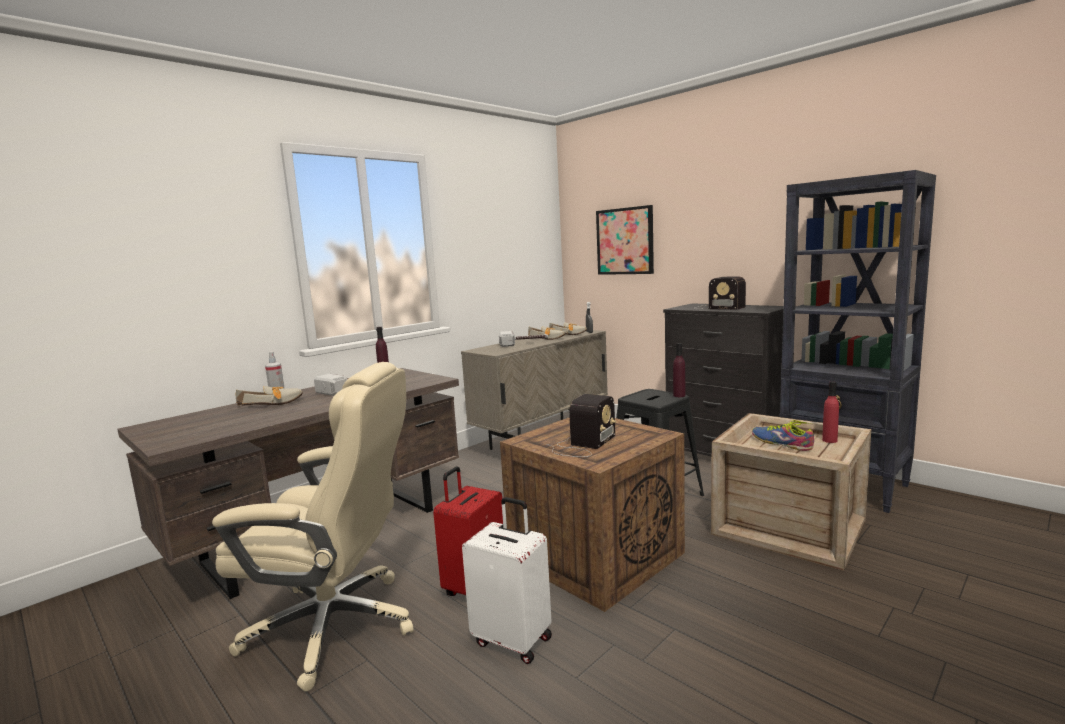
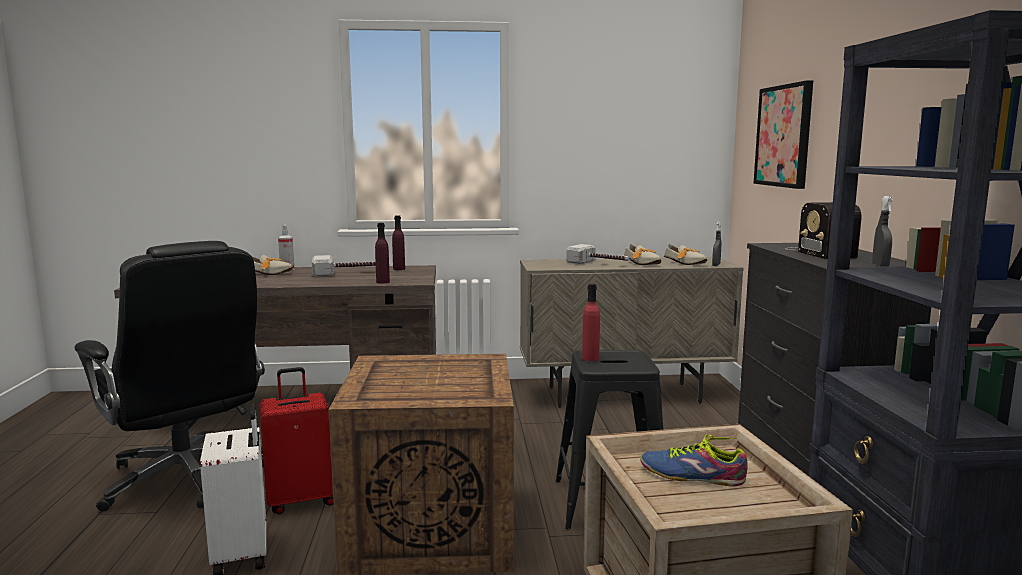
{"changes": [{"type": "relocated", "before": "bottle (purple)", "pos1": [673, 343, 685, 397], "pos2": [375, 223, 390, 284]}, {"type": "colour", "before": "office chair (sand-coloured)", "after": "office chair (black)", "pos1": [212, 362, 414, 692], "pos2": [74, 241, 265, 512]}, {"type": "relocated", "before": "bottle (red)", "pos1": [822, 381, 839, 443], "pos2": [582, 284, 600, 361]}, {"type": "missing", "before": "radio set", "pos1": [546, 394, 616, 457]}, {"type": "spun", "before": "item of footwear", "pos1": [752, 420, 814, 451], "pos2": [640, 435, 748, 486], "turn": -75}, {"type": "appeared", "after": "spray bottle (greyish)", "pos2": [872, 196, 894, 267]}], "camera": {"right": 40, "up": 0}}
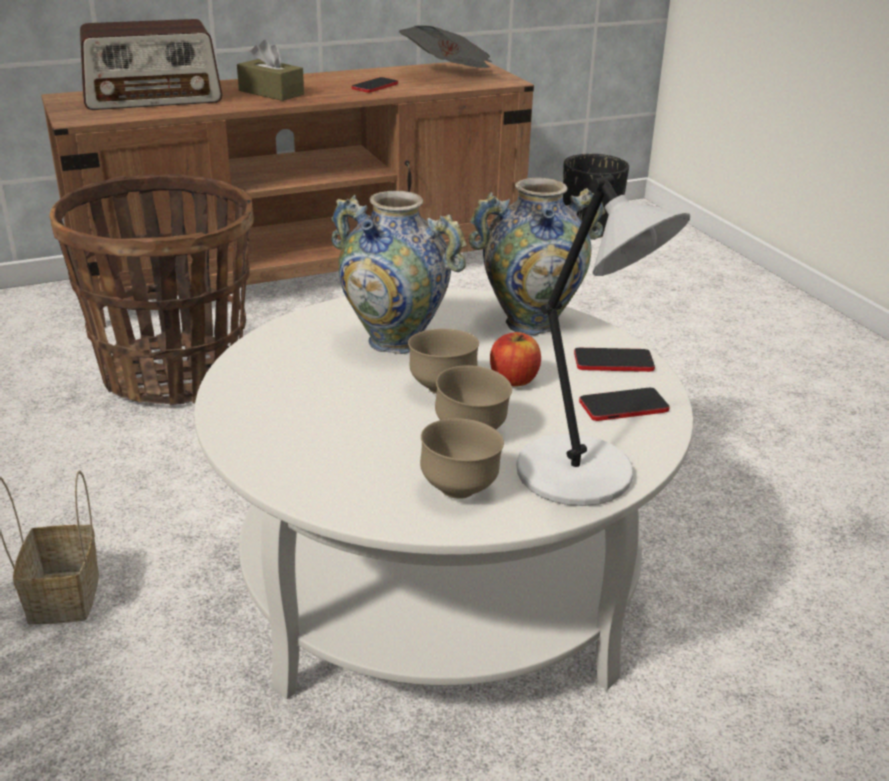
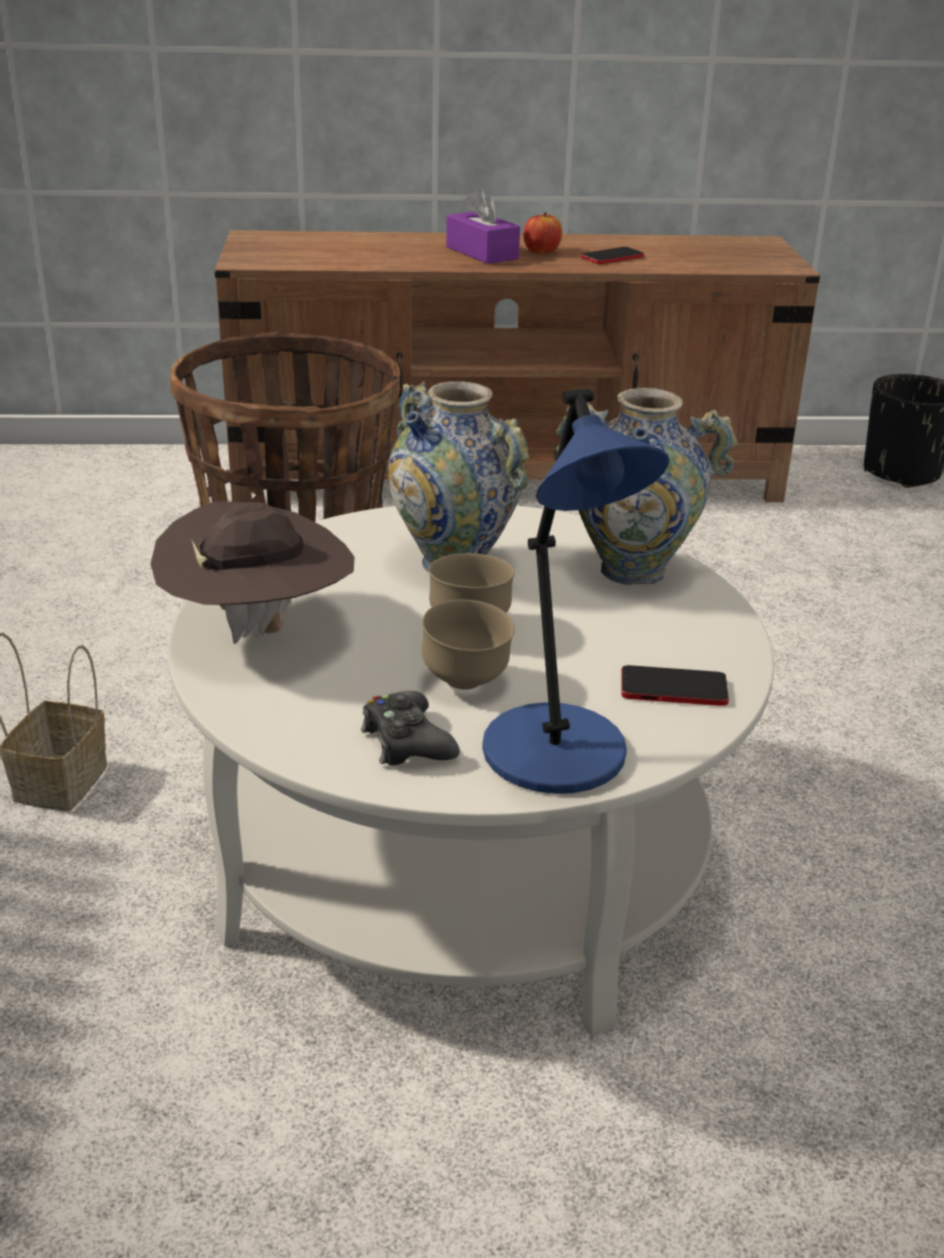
{"changes": [{"type": "missing", "before": "radio set", "pos1": [80, 19, 222, 110]}, {"type": "missing", "before": "newspaper", "pos1": [399, 25, 492, 68]}, {"type": "colour", "before": "tissue box (brown-coloured)", "after": "tissue box (purple)", "pos1": [237, 39, 304, 101], "pos2": [446, 188, 520, 264]}, {"type": "colour", "before": "tabletop lamp (greyish)", "after": "tabletop lamp (bluish)", "pos1": [517, 175, 690, 506], "pos2": [482, 388, 670, 794]}, {"type": "relocated", "before": "apple fruit", "pos1": [490, 332, 541, 386], "pos2": [523, 212, 562, 254]}, {"type": "missing", "before": "handset", "pos1": [574, 348, 655, 372]}, {"type": "exchanged", "before": "deep dish (brown-coloured)", "after": "joypad (black)", "pos1": [420, 418, 504, 499], "pos2": [361, 691, 460, 766]}, {"type": "appeared", "after": "hat (brown-coloured)", "pos2": [151, 501, 354, 644]}], "camera": {"right": 20, "up": 0}}
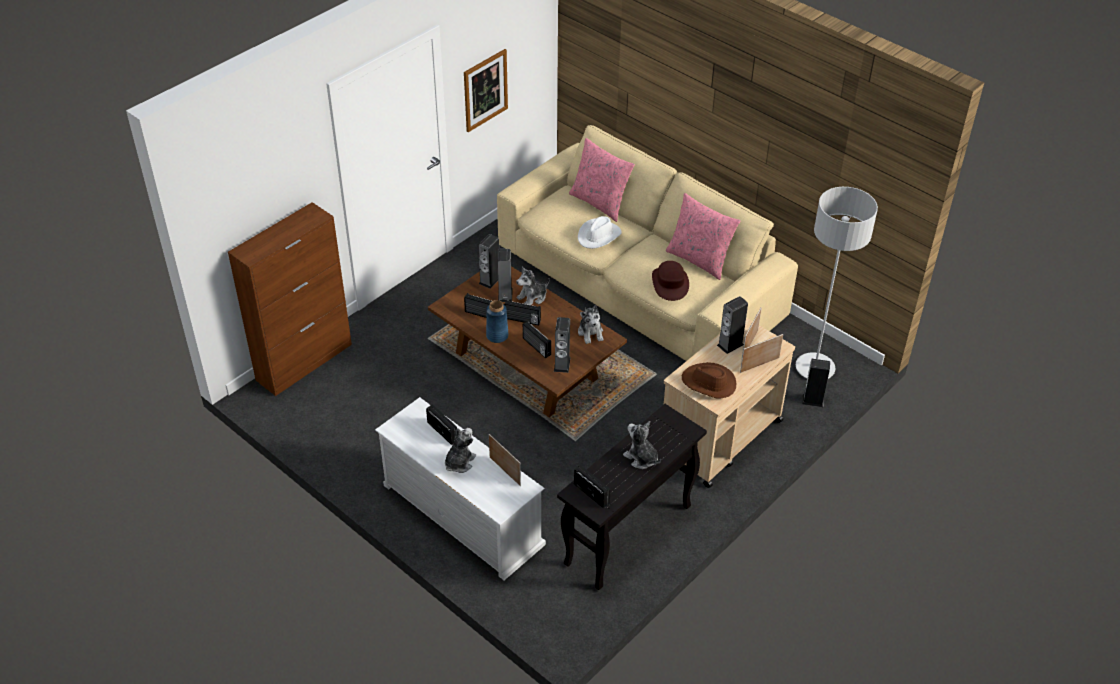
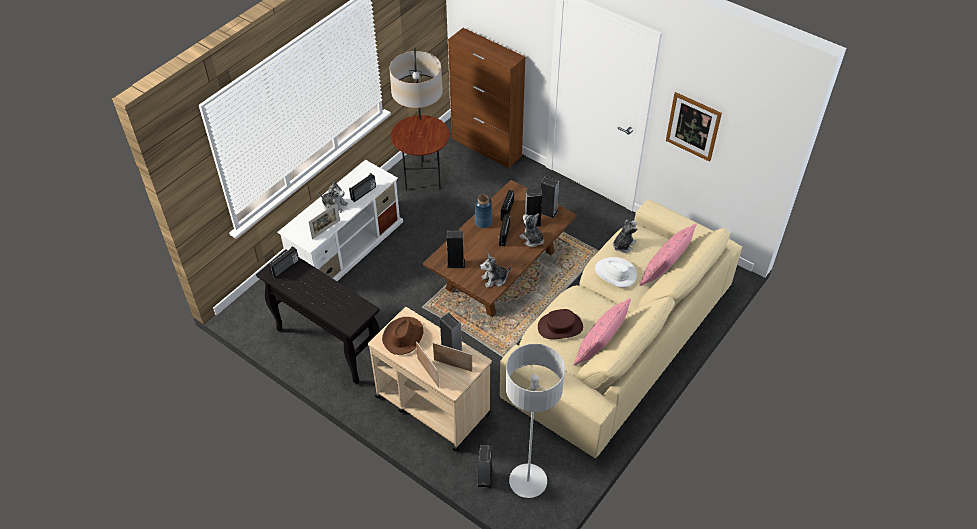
{"changes": [{"type": "missing", "before": "radio set", "pos1": [523, 321, 551, 358]}, {"type": "relocated", "before": "soft toy", "pos1": [623, 421, 661, 469], "pos2": [613, 220, 638, 253]}, {"type": "appeared", "after": "standing lamp", "pos2": [390, 48, 450, 191]}], "camera": {"right": 85, "up": 5}}
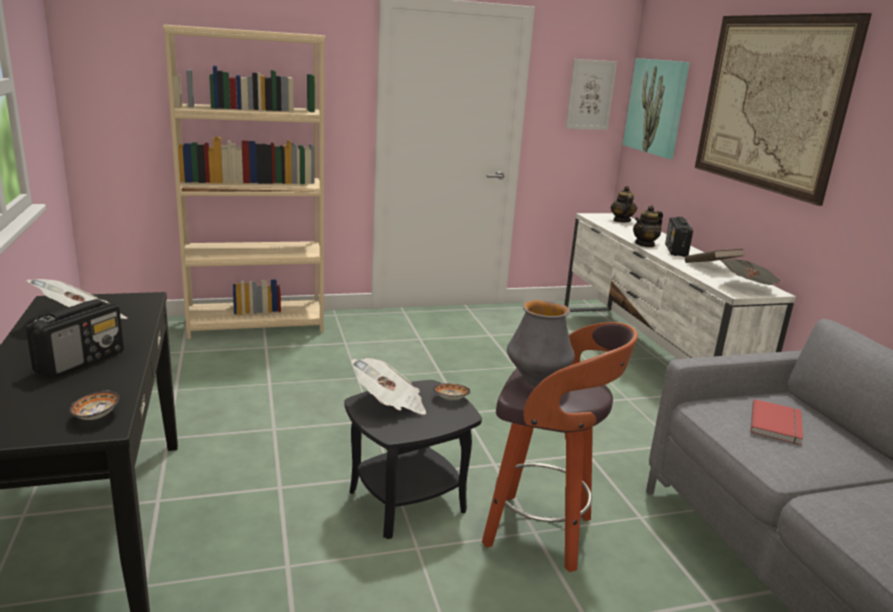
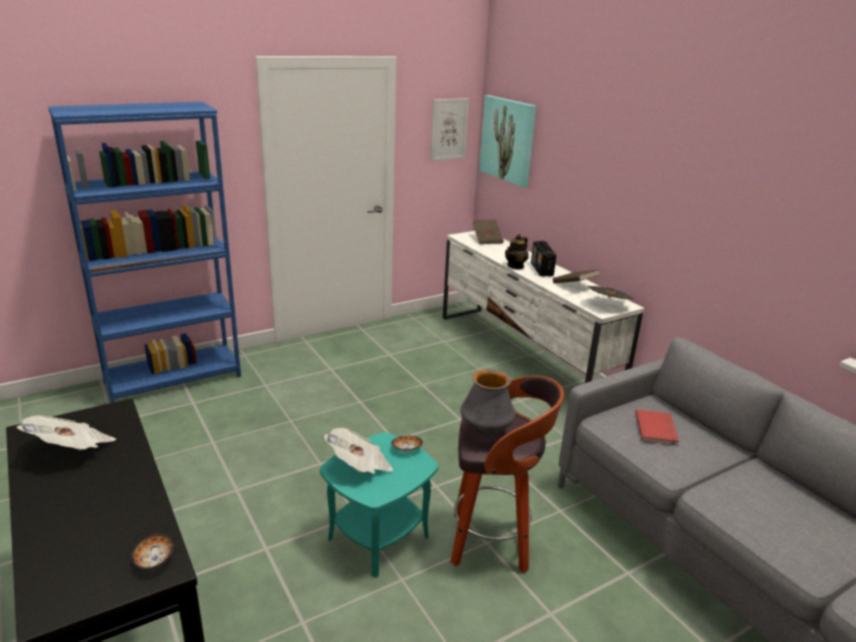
{"changes": [{"type": "missing", "before": "wall art", "pos1": [695, 13, 872, 206]}, {"type": "colour", "before": "shelving unit (sand-coloured)", "after": "shelving unit (bluish)", "pos1": [163, 25, 325, 339], "pos2": [48, 102, 241, 403]}, {"type": "exchanged", "before": "teapot", "after": "book (brown-coloured)", "pos1": [611, 186, 637, 223], "pos2": [472, 219, 504, 244]}, {"type": "missing", "before": "radio set", "pos1": [26, 299, 124, 379]}, {"type": "colour", "before": "side table (black)", "after": "side table (turquoise-coloured)", "pos1": [344, 380, 482, 539], "pos2": [320, 432, 438, 577]}], "camera": {"right": -15, "up": 5}}
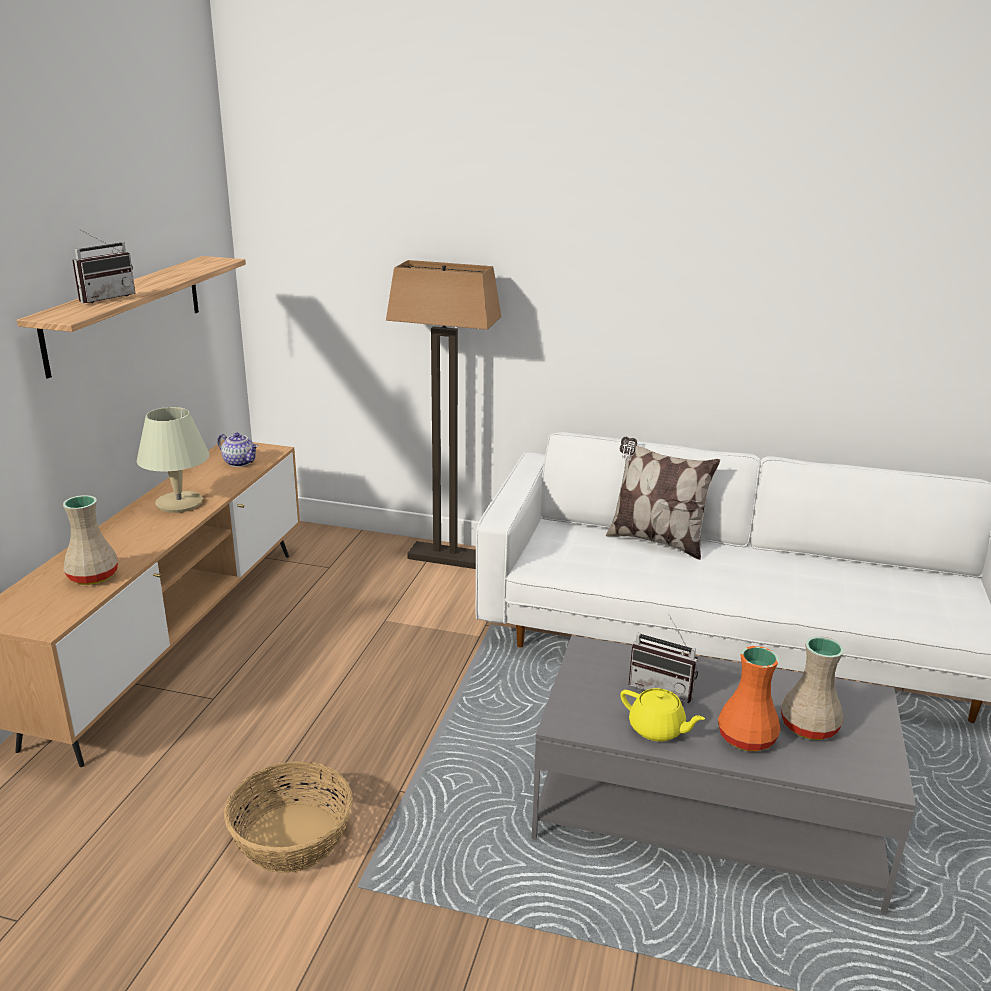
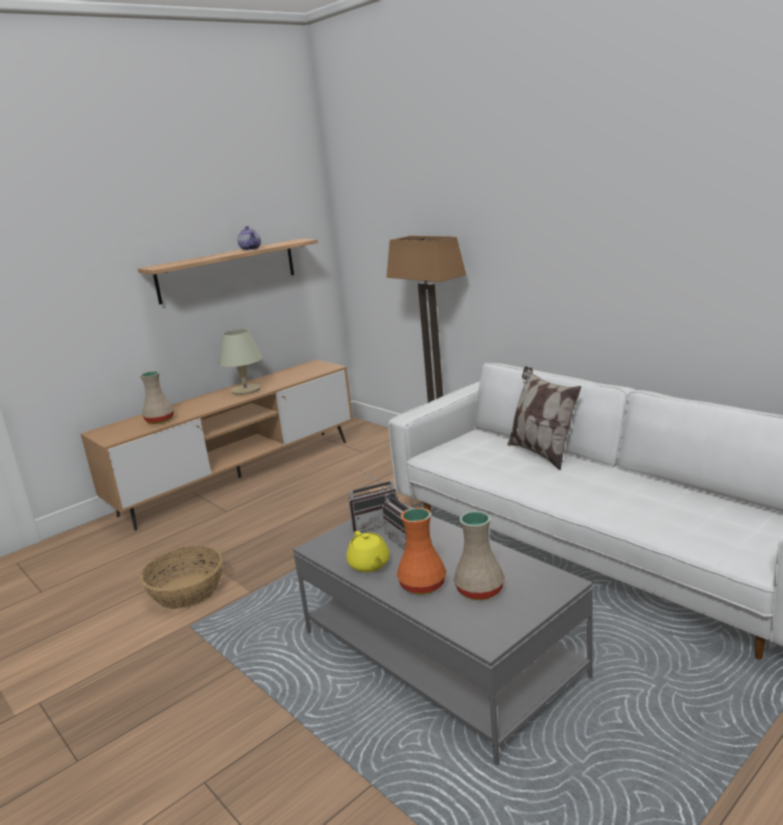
{"changes": [{"type": "relocated", "before": "radio set", "pos1": [73, 229, 135, 303], "pos2": [348, 469, 398, 532]}, {"type": "relocated", "before": "teapot", "pos1": [217, 433, 258, 467], "pos2": [237, 226, 261, 250]}], "camera": {"right": 35, "up": -5}}
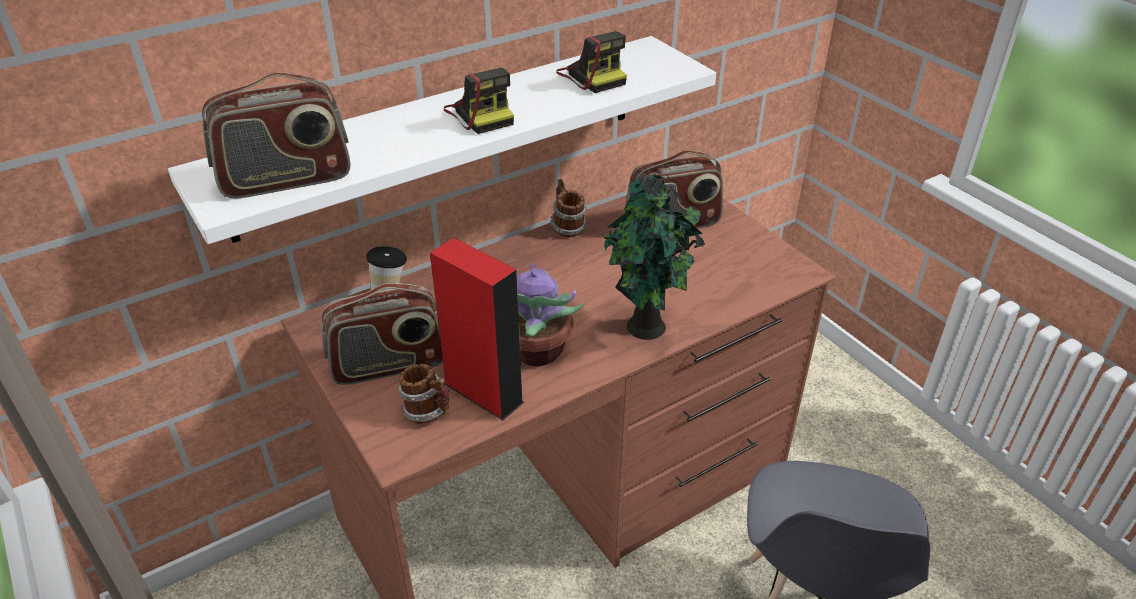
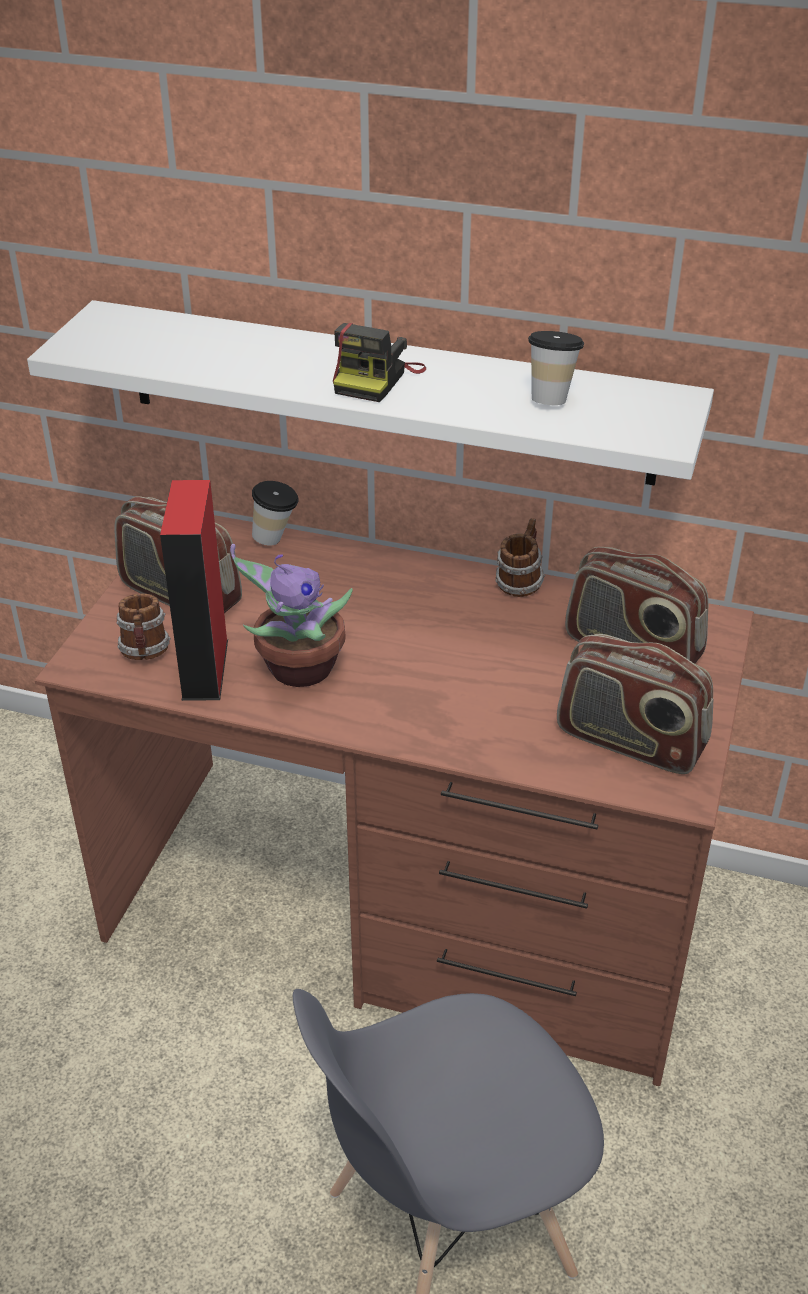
{"changes": [{"type": "exchanged", "before": "photo camera", "after": "drinking cup", "pos1": [556, 31, 627, 93], "pos2": [528, 331, 584, 405]}, {"type": "relocated", "before": "radio set", "pos1": [202, 72, 350, 198], "pos2": [557, 634, 713, 774]}, {"type": "missing", "before": "houseplant", "pos1": [603, 173, 705, 340]}], "camera": {"right": 50, "up": 0}}
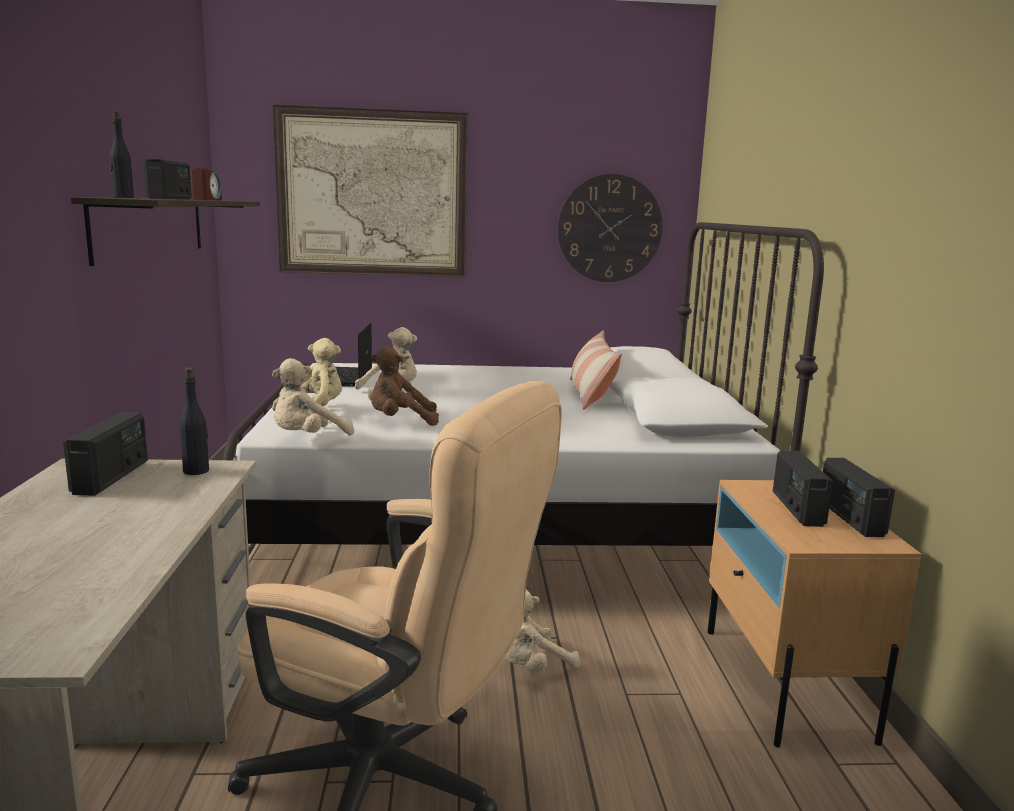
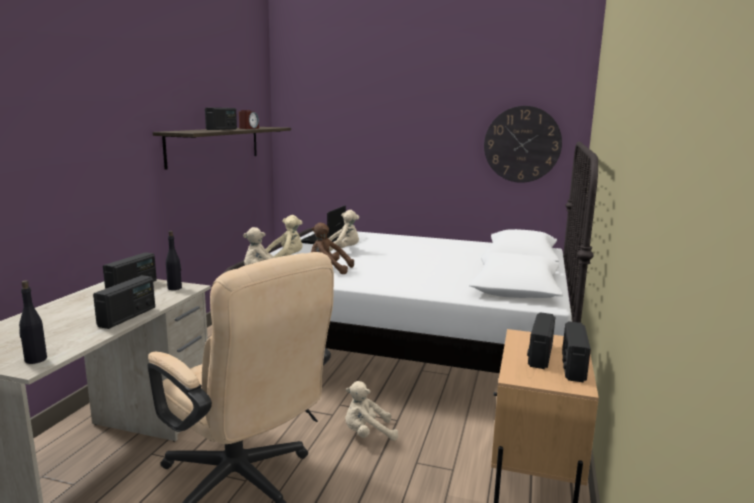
{"changes": [{"type": "missing", "before": "wall art", "pos1": [273, 105, 469, 277]}, {"type": "relocated", "before": "bottle (black)", "pos1": [109, 111, 134, 198], "pos2": [19, 281, 47, 364]}, {"type": "missing", "before": "pillow", "pos1": [570, 331, 622, 410]}, {"type": "appeared", "after": "radio set", "pos2": [93, 275, 155, 329]}], "camera": {"right": 20, "up": 0}}
